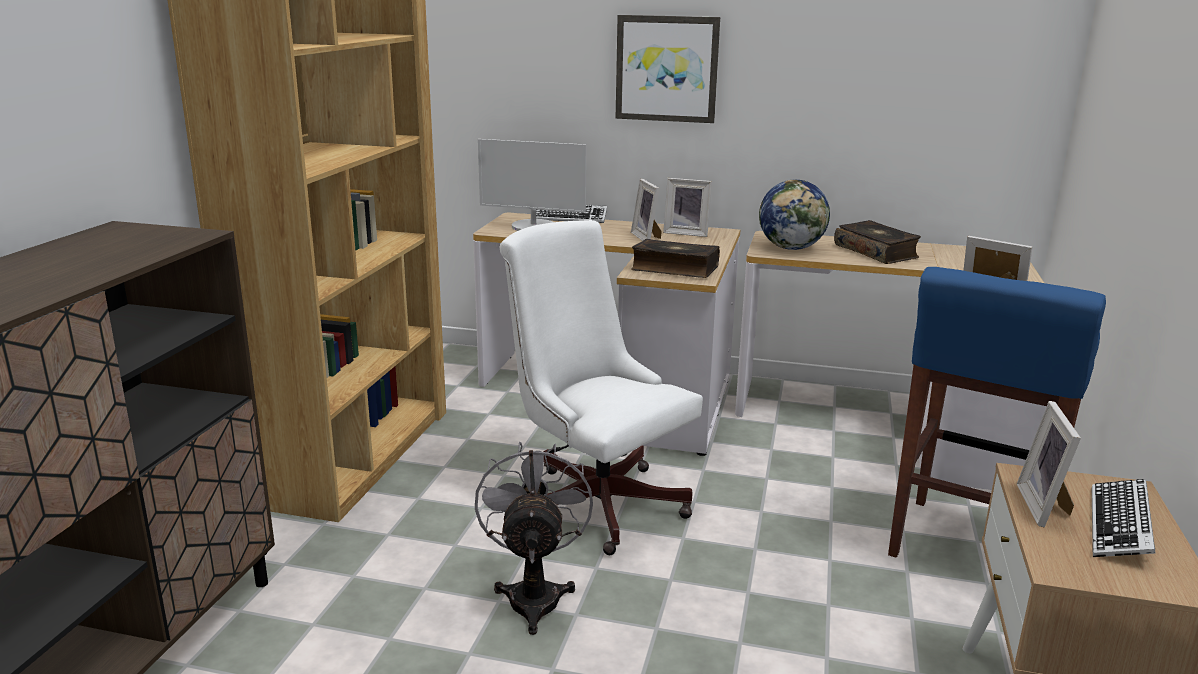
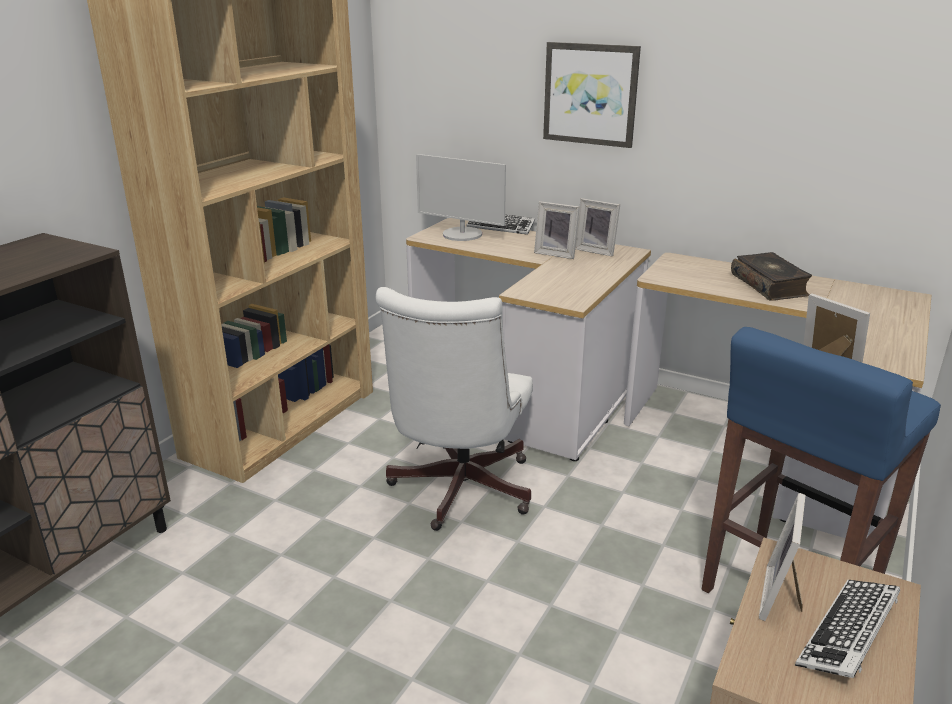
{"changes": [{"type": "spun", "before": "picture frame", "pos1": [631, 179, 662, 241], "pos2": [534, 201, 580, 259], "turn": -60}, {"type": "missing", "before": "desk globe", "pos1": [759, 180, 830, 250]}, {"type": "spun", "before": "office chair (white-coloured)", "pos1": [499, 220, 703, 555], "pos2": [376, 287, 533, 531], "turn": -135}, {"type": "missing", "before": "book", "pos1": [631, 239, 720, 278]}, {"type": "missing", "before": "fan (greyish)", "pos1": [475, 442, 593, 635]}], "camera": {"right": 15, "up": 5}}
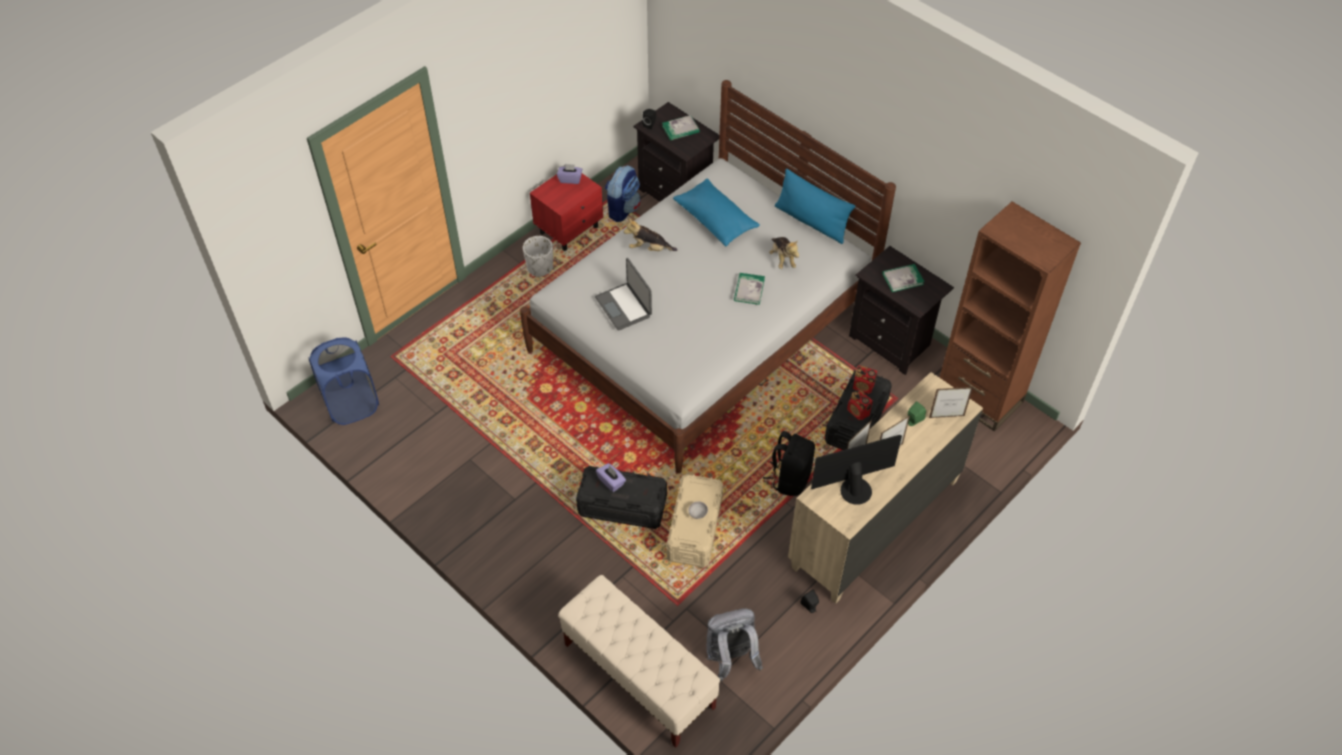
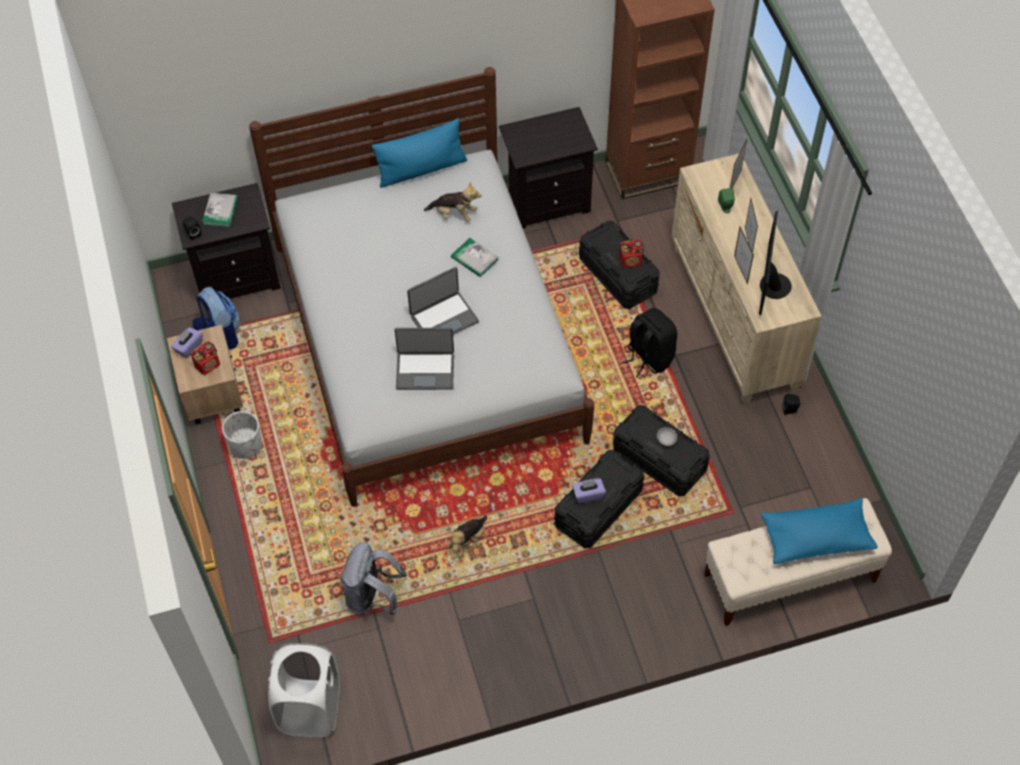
{"changes": [{"type": "colour", "before": "bedside table (red)", "after": "bedside table (sand-coloured)", "pos1": [530, 173, 603, 251], "pos2": [167, 325, 243, 425]}, {"type": "relocated", "before": "pillow (bluish)", "pos1": [673, 178, 760, 247], "pos2": [761, 498, 877, 564]}, {"type": "relocated", "before": "soft toy", "pos1": [624, 218, 677, 251], "pos2": [447, 515, 487, 557]}, {"type": "missing", "before": "book", "pos1": [882, 264, 925, 292]}, {"type": "colour", "before": "laundry basket (bluish)", "after": "laundry basket (white-coloured)", "pos1": [308, 337, 379, 425], "pos2": [268, 643, 340, 737]}, {"type": "relocated", "before": "radio set", "pos1": [853, 365, 877, 394], "pos2": [190, 341, 220, 375]}, {"type": "colour", "before": "storage box (sand-coloured)", "after": "storage box (black)", "pos1": [666, 474, 723, 567], "pos2": [613, 405, 710, 496]}, {"type": "relocated", "before": "backpack (greyish)", "pos1": [706, 608, 763, 681], "pos2": [340, 542, 407, 615]}, {"type": "appeared", "after": "portable computer", "pos2": [407, 267, 479, 335]}], "camera": {"right": -60, "up": 5}}
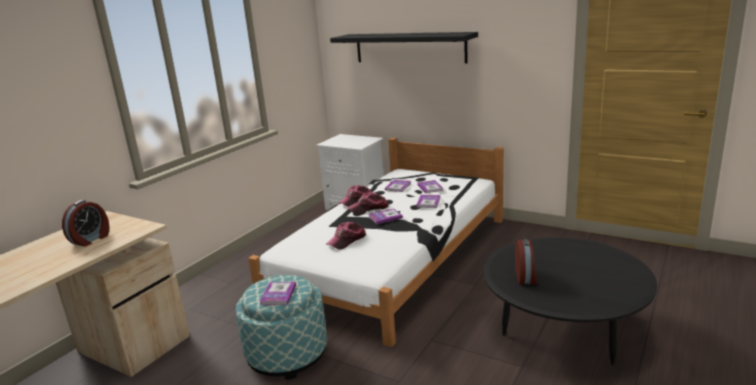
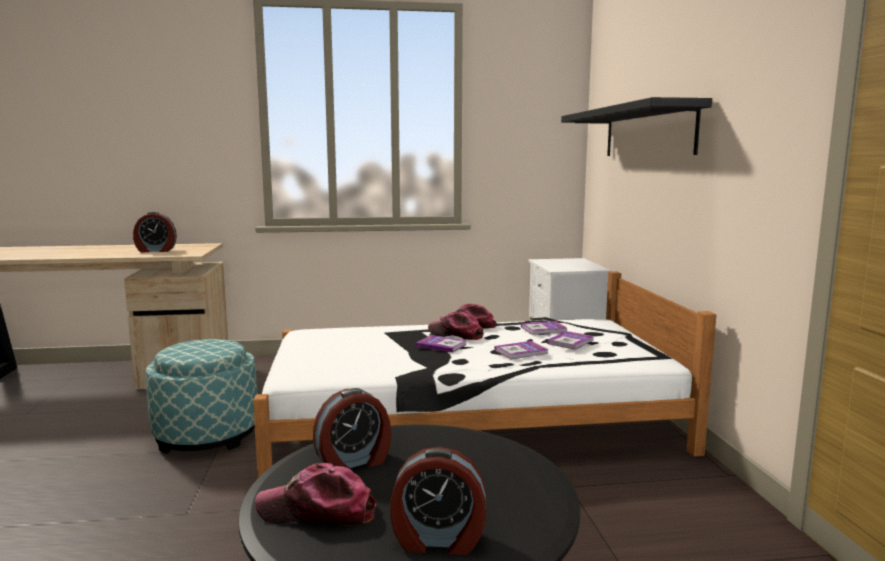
{"changes": [{"type": "relocated", "before": "baseball cap", "pos1": [326, 222, 366, 250], "pos2": [255, 463, 376, 526]}, {"type": "missing", "before": "book", "pos1": [259, 282, 296, 305]}, {"type": "appeared", "after": "bedside clock", "pos2": [390, 447, 486, 555]}], "camera": {"right": 50, "up": -10}}
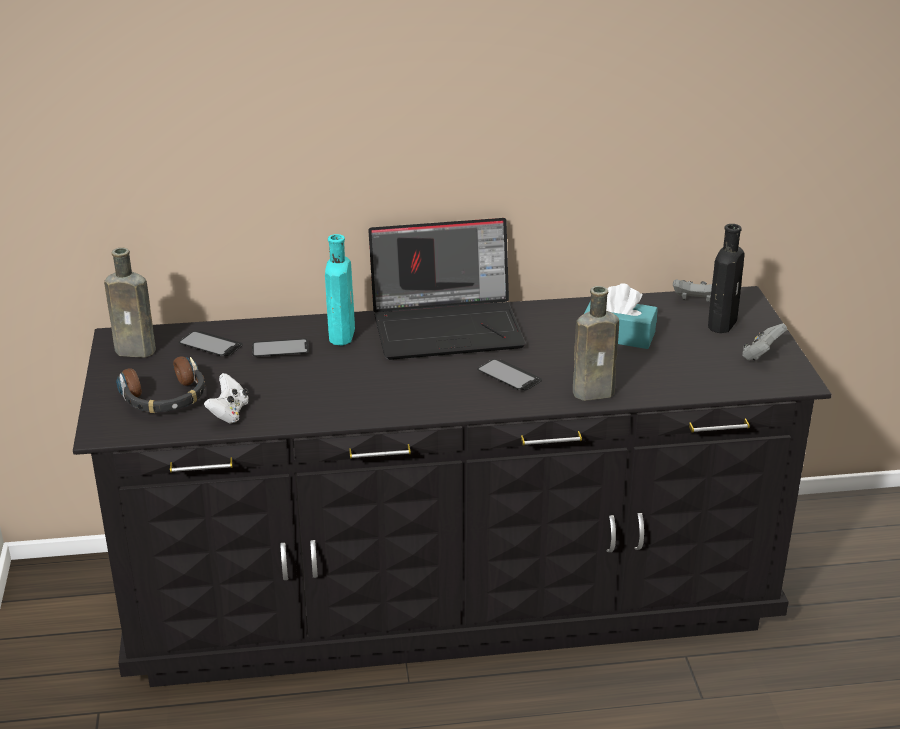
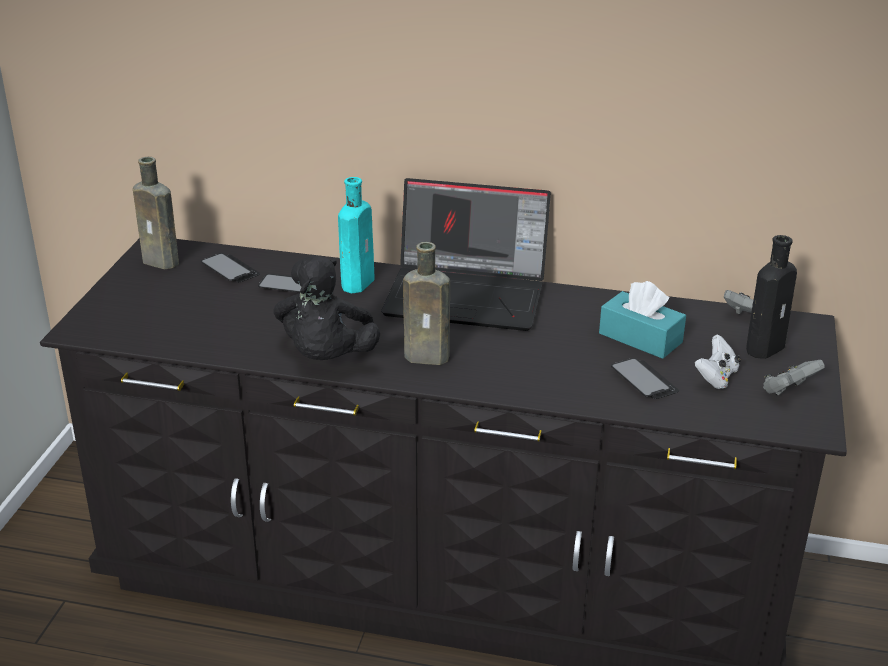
{"changes": [{"type": "relocated", "before": "bottle (brown-coloured)", "pos1": [573, 286, 619, 401], "pos2": [403, 242, 450, 365]}, {"type": "missing", "before": "headset", "pos1": [116, 356, 205, 413]}, {"type": "relocated", "before": "handset", "pos1": [477, 359, 542, 390], "pos2": [611, 358, 679, 399]}, {"type": "relocated", "before": "joypad (white-coloured)", "pos1": [204, 373, 249, 423], "pos2": [695, 335, 741, 389]}, {"type": "appeared", "after": "soft toy (black)", "pos2": [273, 255, 380, 360]}], "camera": {"right": 20, "up": 0}}
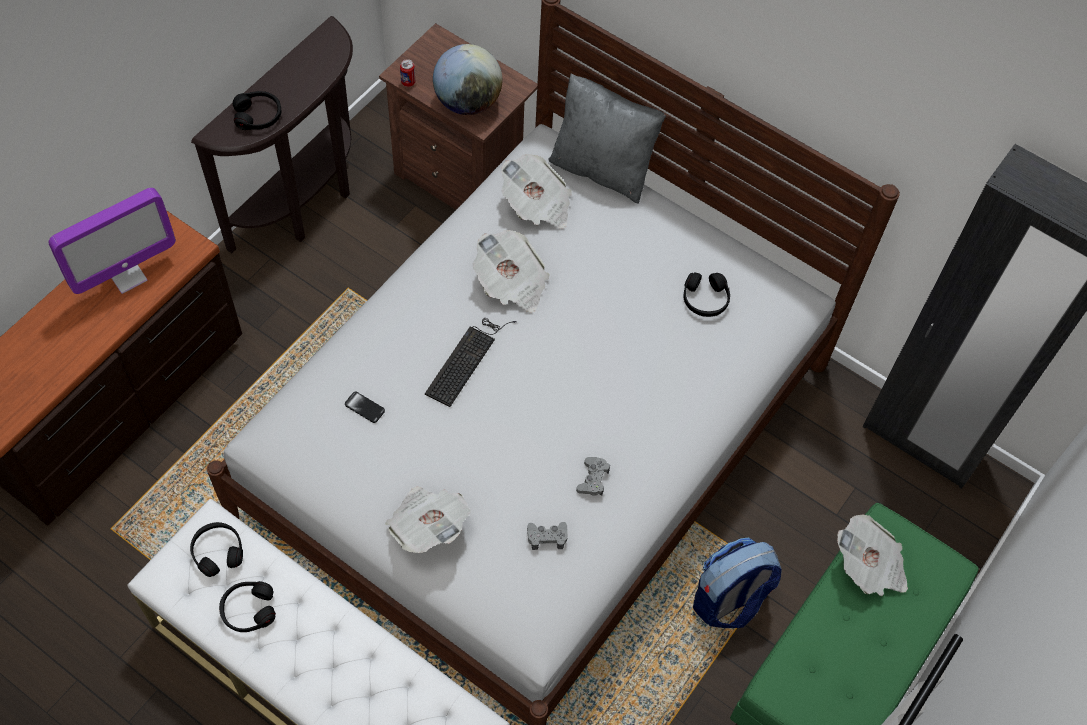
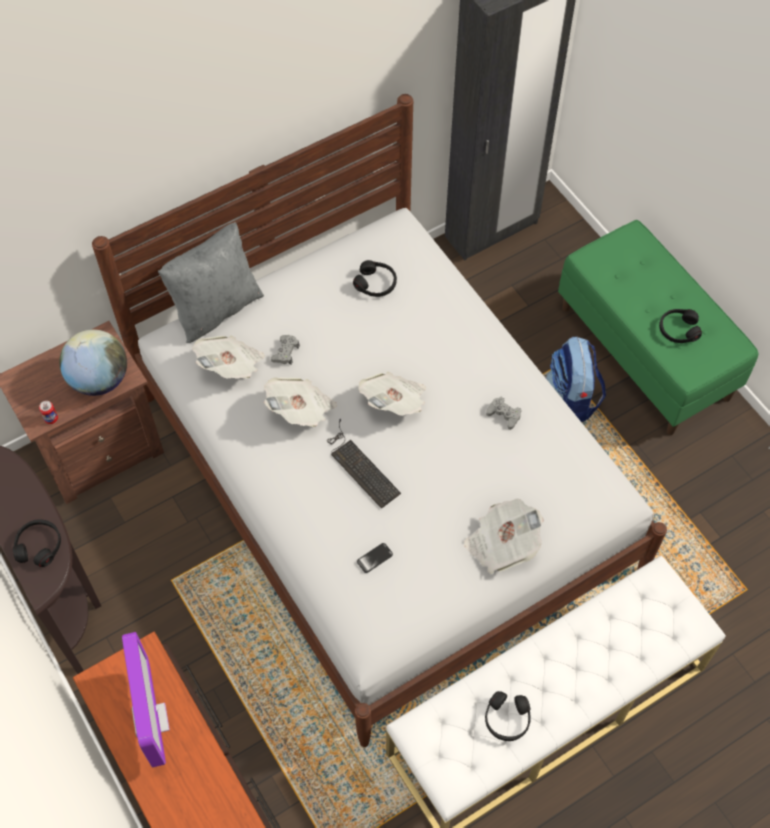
{"changes": [{"type": "relocated", "before": "newspaper", "pos1": [837, 514, 908, 596], "pos2": [359, 372, 426, 416]}, {"type": "relocated", "before": "headset (black)", "pos1": [190, 522, 243, 577], "pos2": [659, 309, 702, 343]}, {"type": "relocated", "before": "joypad (greyish)", "pos1": [527, 522, 568, 550], "pos2": [271, 335, 300, 365]}], "camera": {"right": -65, "up": 0}}
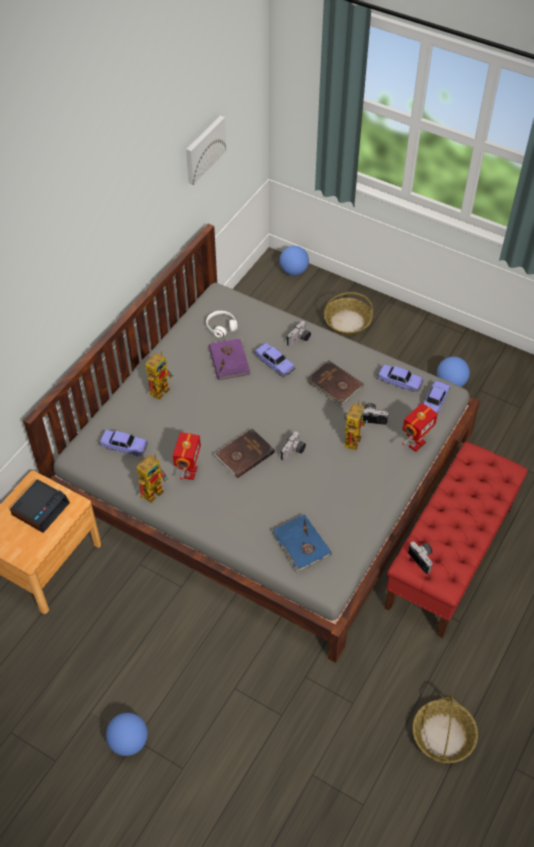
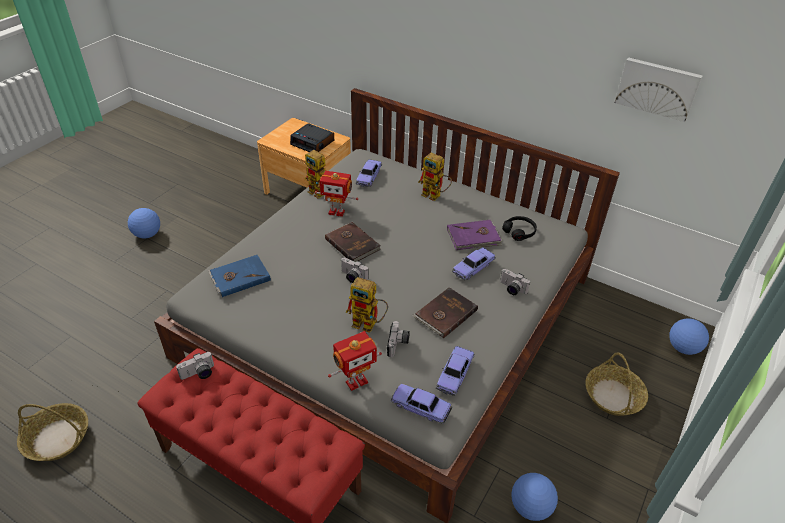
{"changes": [{"type": "colour", "before": "headset (white-coloured)", "after": "headset (black)", "pos1": [206, 311, 237, 338], "pos2": [502, 216, 537, 241]}, {"type": "spun", "before": "toy robot", "pos1": [402, 403, 438, 452], "pos2": [328, 331, 382, 391], "turn": -75}], "camera": {"right": 90, "up": -10}}
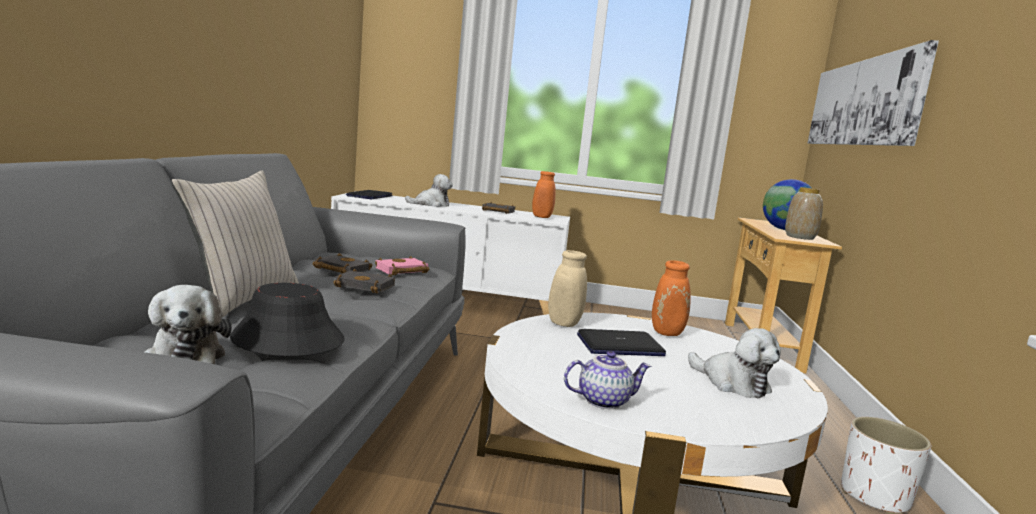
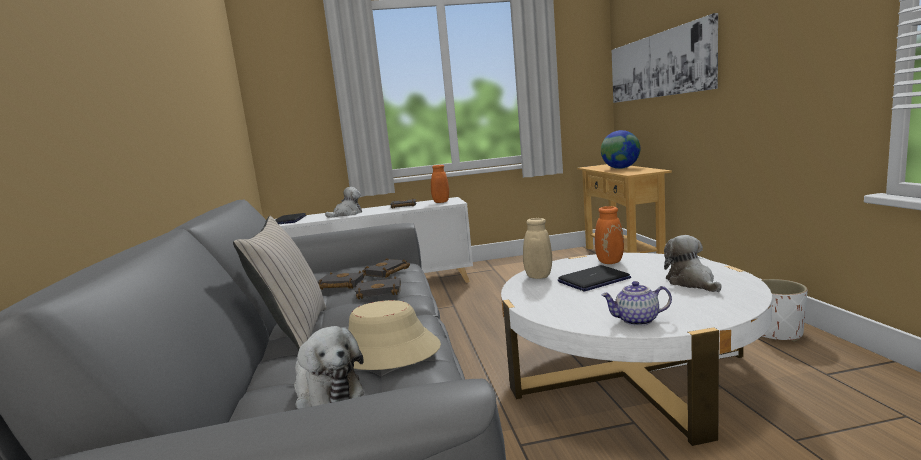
{"changes": [{"type": "missing", "before": "vase", "pos1": [785, 187, 823, 240]}, {"type": "colour", "before": "book (pinkish)", "after": "book (black)", "pos1": [375, 256, 429, 275], "pos2": [362, 258, 410, 278]}, {"type": "colour", "before": "hat (black)", "after": "hat (sand-coloured)", "pos1": [230, 283, 344, 356], "pos2": [348, 300, 441, 370]}, {"type": "spun", "before": "soft toy", "pos1": [688, 328, 781, 398], "pos2": [664, 235, 722, 292], "turn": -135}, {"type": "spun", "before": "teapot", "pos1": [564, 351, 652, 409], "pos2": [601, 281, 672, 326], "turn": -150}], "camera": {"right": -15, "up": 0}}
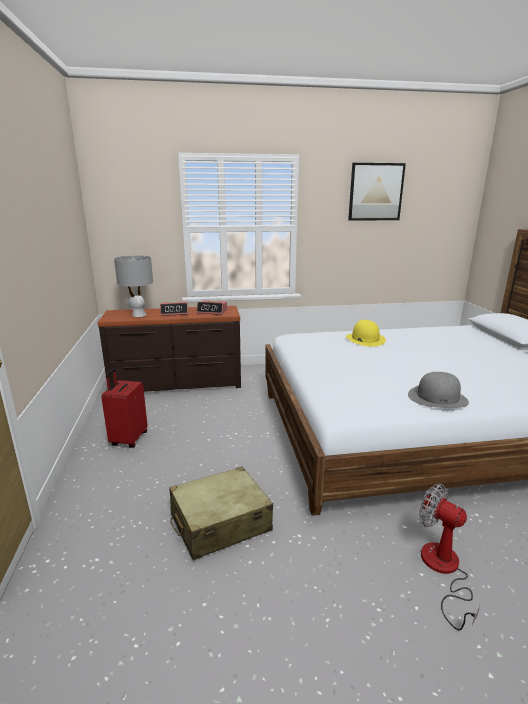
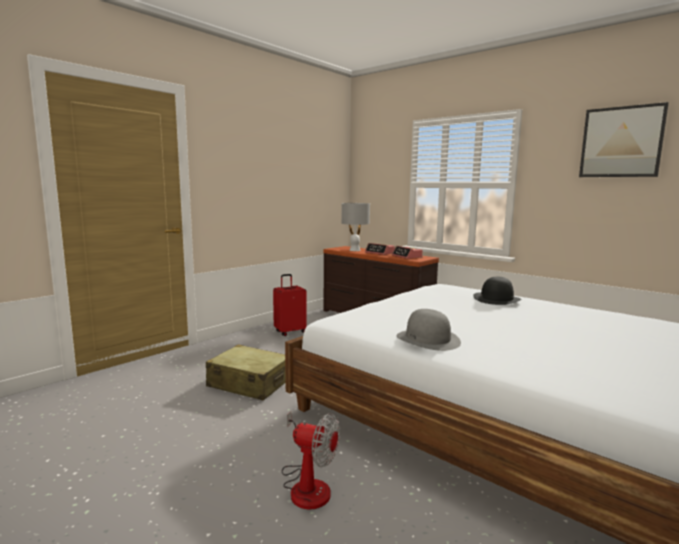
{"changes": [{"type": "colour", "before": "hat (yellow-coloured)", "after": "hat (black)", "pos1": [346, 320, 386, 347], "pos2": [473, 277, 521, 305]}, {"type": "spun", "before": "fan", "pos1": [419, 484, 480, 631], "pos2": [282, 411, 340, 510], "turn": 105}], "camera": {"right": 50, "up": -10}}
